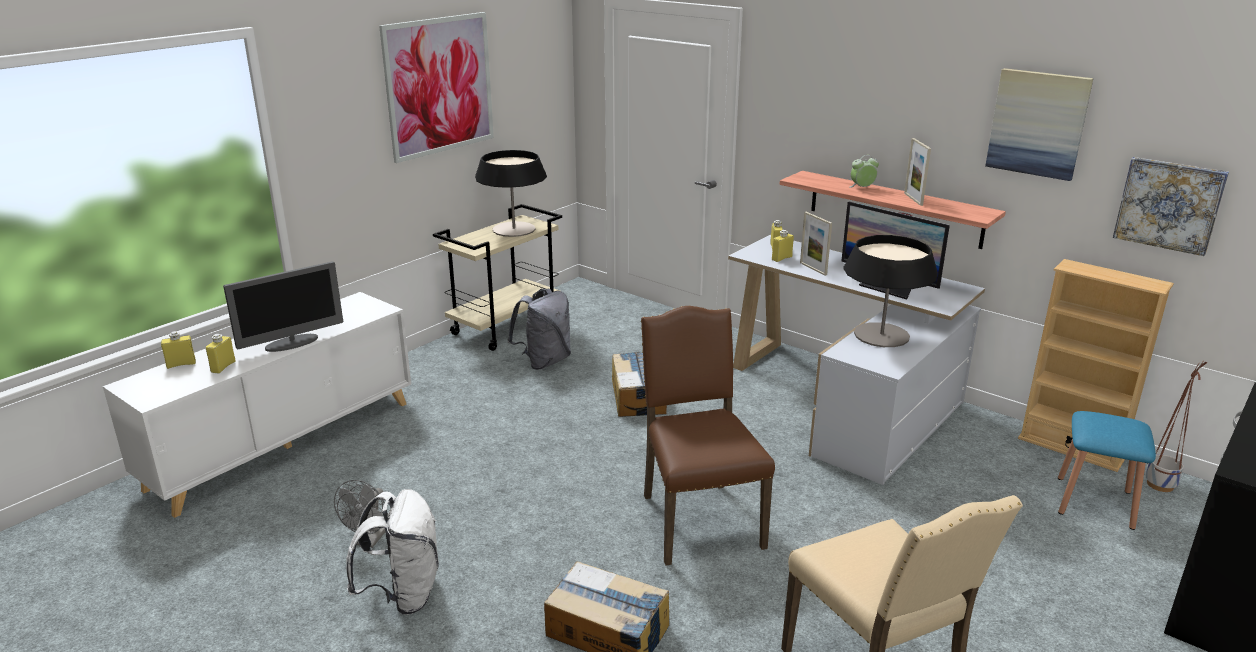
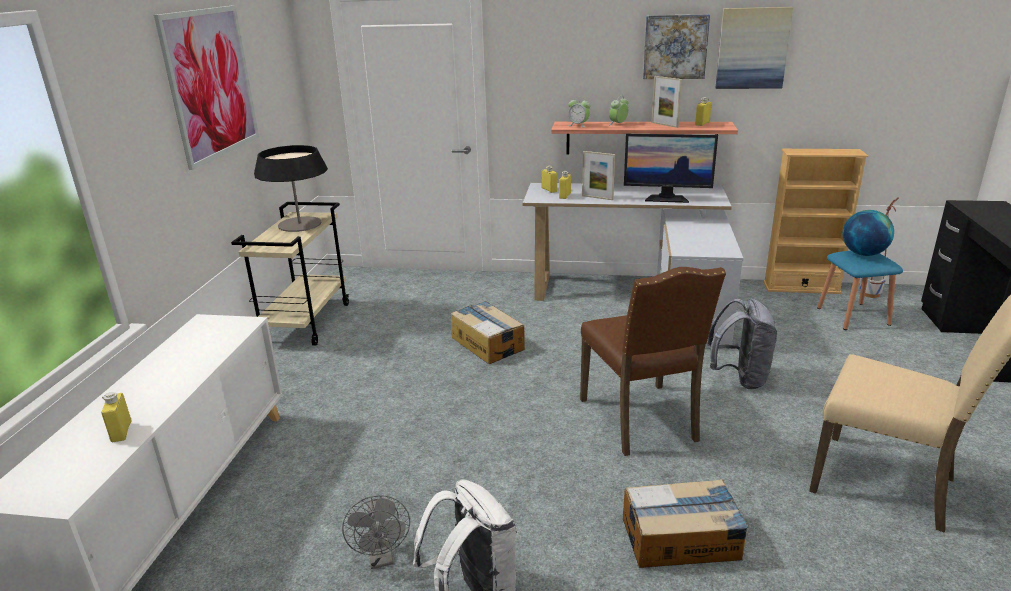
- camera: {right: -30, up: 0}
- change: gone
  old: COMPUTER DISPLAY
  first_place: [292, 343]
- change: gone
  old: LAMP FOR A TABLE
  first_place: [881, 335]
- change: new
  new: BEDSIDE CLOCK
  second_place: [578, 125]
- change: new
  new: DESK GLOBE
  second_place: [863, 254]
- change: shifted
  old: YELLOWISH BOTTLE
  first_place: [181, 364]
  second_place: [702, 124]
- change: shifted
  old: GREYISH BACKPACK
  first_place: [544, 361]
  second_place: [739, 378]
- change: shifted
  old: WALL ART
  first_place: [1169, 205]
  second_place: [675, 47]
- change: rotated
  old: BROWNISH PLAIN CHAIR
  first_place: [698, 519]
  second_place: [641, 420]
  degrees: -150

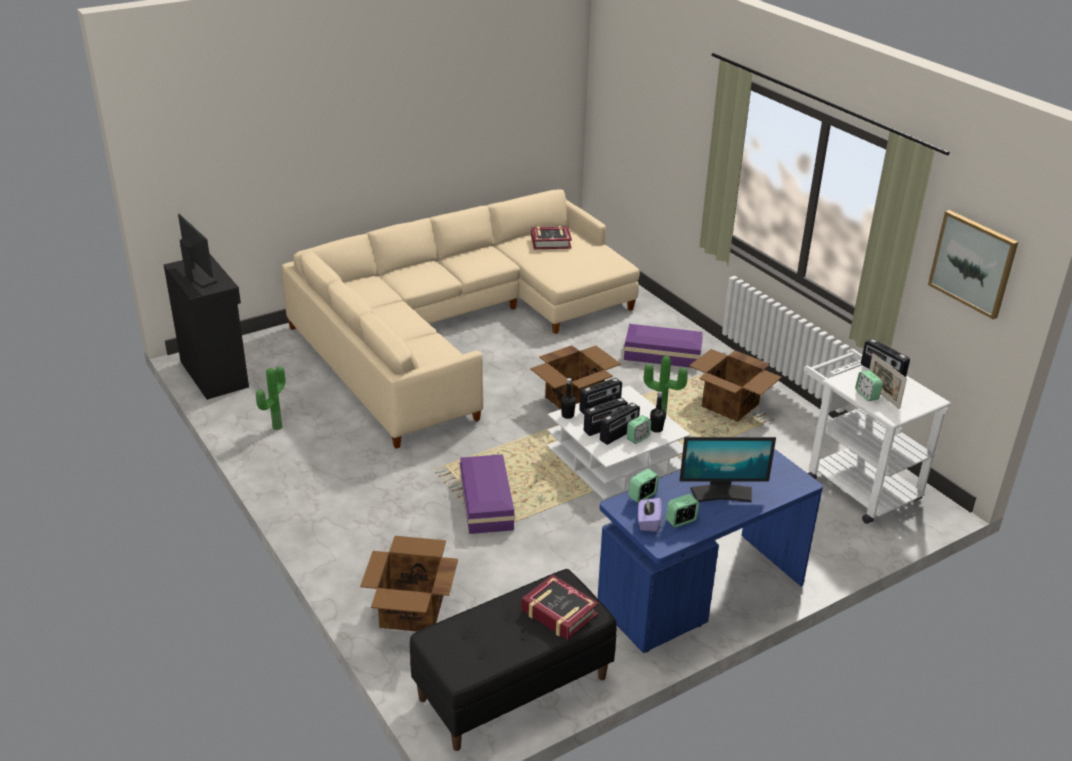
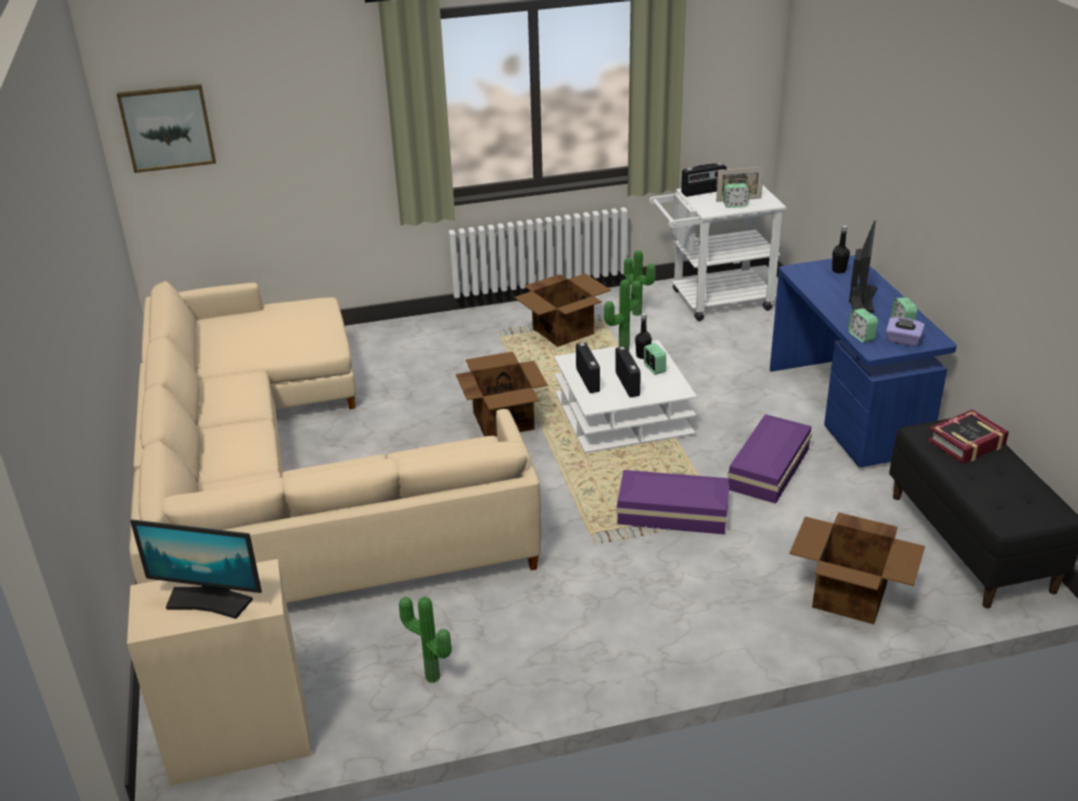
- camera: {right: -70, up: 0}
- change: gone
  old: BOOK
  first_place: [551, 242]
- change: gone
  old: RADIO RECEIVER
  first_place: [619, 434]
- change: new
  new: HOUSEPLANT
  second_place: [638, 312]
- change: shifted
  old: BLACK-COLOURED BOTTLE
  first_place: [567, 415]
  second_place: [839, 270]
- change: shifted
  old: PURPLE-COLOURED STORAGE CONTAINER
  first_place: [661, 354]
  second_place: [767, 469]
- change: shifted
  old: WALL ART
  first_place: [973, 263]
  second_place: [167, 127]
- change: repainted
  old: BLACK-COLOURED CABINET
  new: BEIGE-COLOURED CABINET
  first_place: [215, 373]
  second_place: [239, 740]
- change: rotated
  old: COMPUTER DISPLAY
  first_place: [198, 276]
  second_place: [209, 601]
  degrees: -150

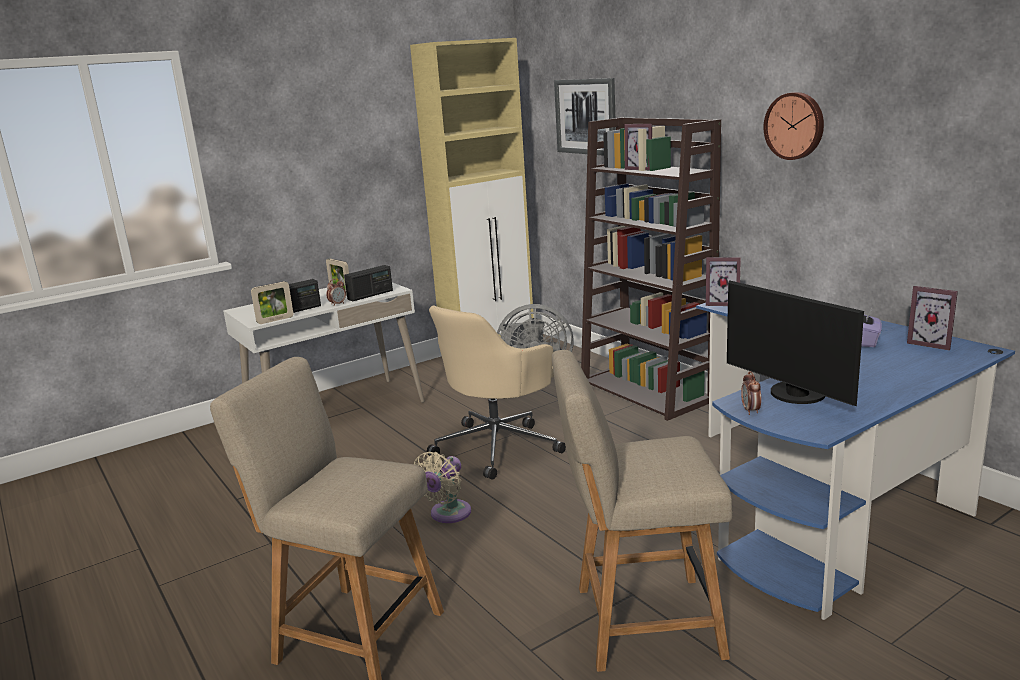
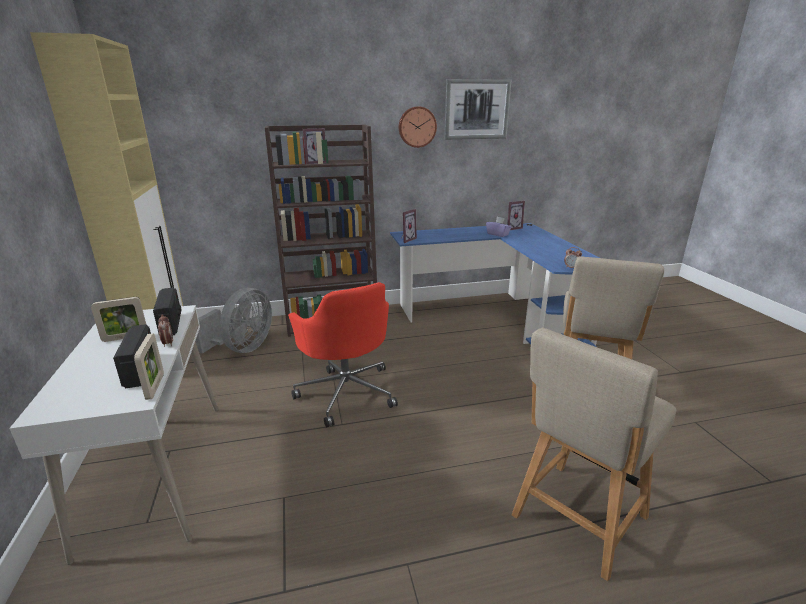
- camera: {right: -70, up: 5}
- change: gone
  old: BEIGE-COLOURED COOLING FAN
  first_place: [448, 514]
- change: gone
  old: COMPUTER DISPLAY
  first_place: [794, 395]
- change: shifted
  old: WALL ART
  first_place: [585, 116]
  second_place: [476, 109]
- change: repainted
  old: BEIGE-COLOURED COMPUTER CHAIR
  new: RED-COLOURED COMPUTER CHAIR
  first_place: [498, 446]
  second_place: [346, 391]

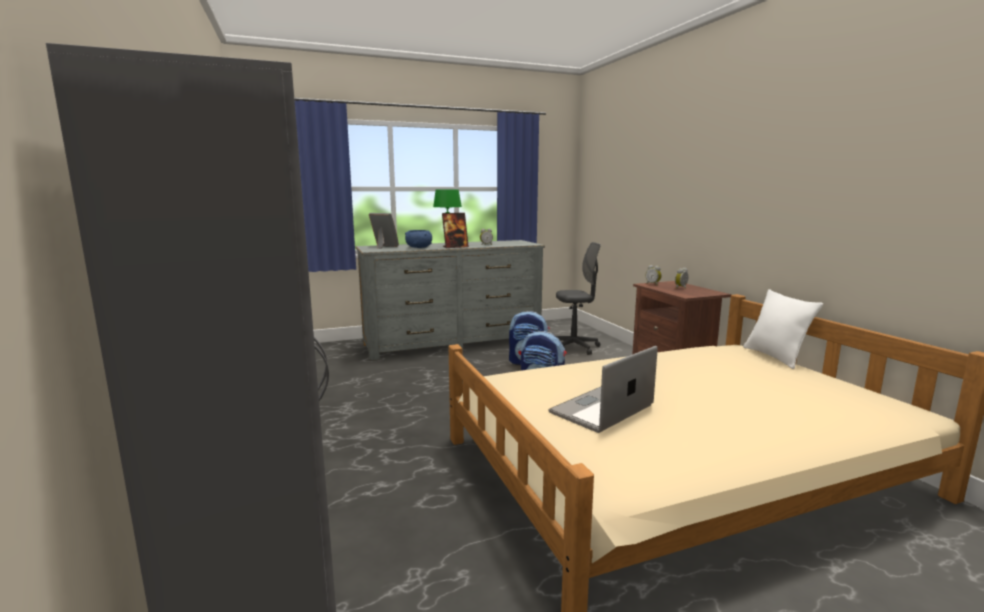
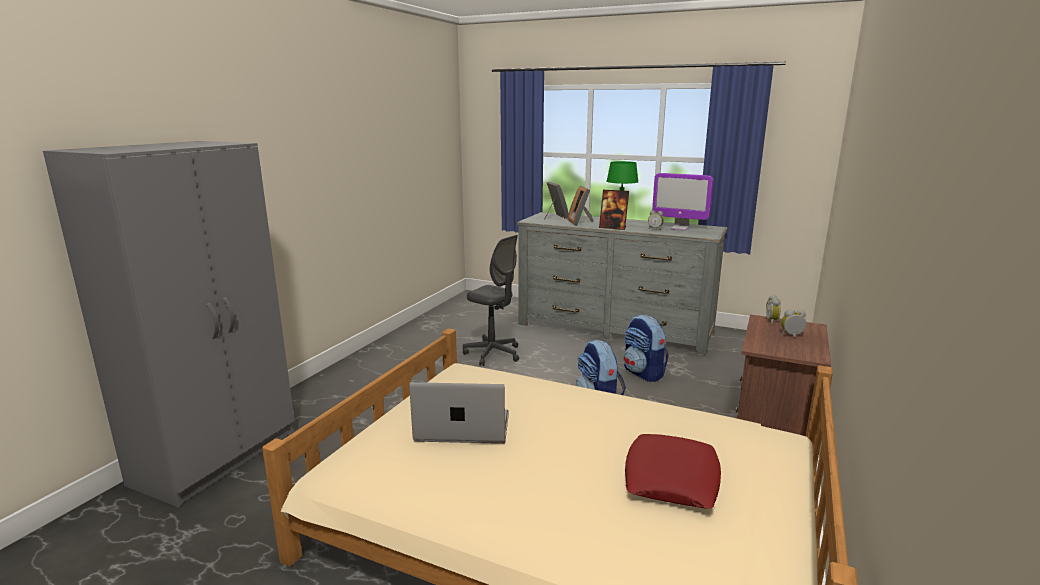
- camera: {right: 45, up: 5}
- change: gone
  old: WHITE-COLOURED THROW PILLOW
  first_place: [775, 357]
- change: new
  new: RED-COLOURED THROW PILLOW
  second_place: [671, 479]
- change: new
  new: COMPUTER DISPLAY
  second_place: [679, 228]
- change: shifted
  old: GREYISH COMPUTER CHAIR
  first_place: [574, 347]
  second_place: [493, 354]
- change: swapped
  old: BLUE-COLOURED DEEP DISH
  new: PHOTO FRAME
  first_place: [419, 247]
  second_place: [580, 222]

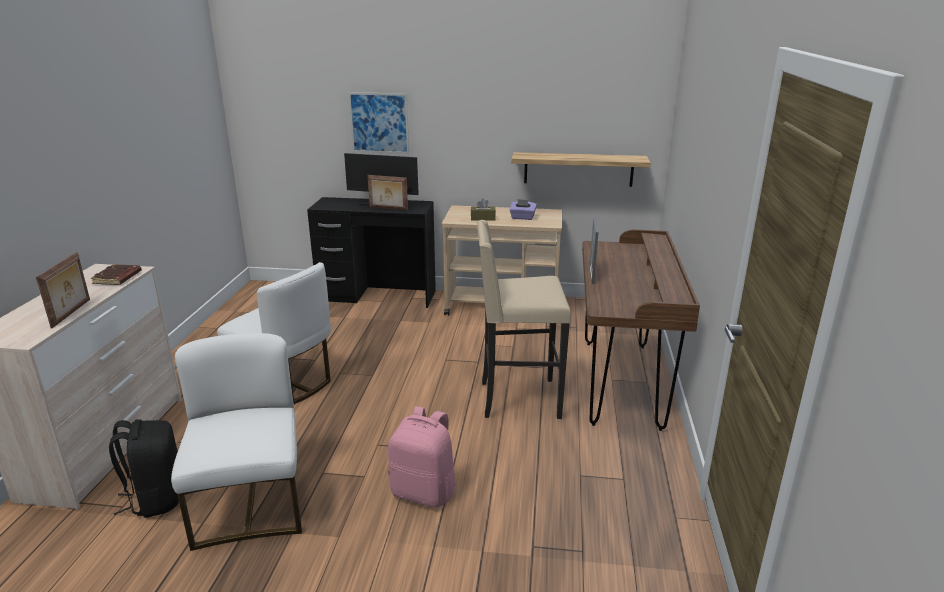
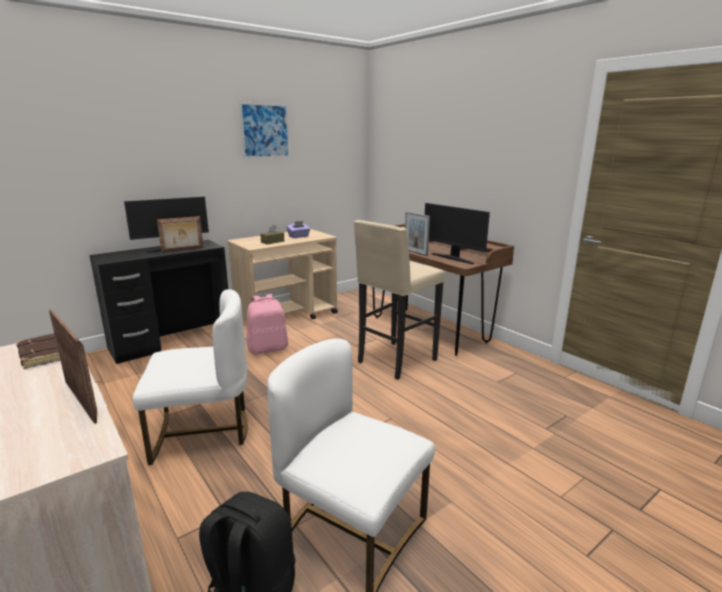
- camera: {right: -45, up: -5}
- change: gone
  old: SHELF
  first_place: [578, 169]
- change: new
  new: COMPUTER DISPLAY
  second_place: [453, 258]
- change: shifted
  old: WALL ART
  first_place: [379, 123]
  second_place: [265, 131]
- change: shifted
  old: PINK BACKPACK
  first_place: [424, 492]
  second_place: [268, 349]

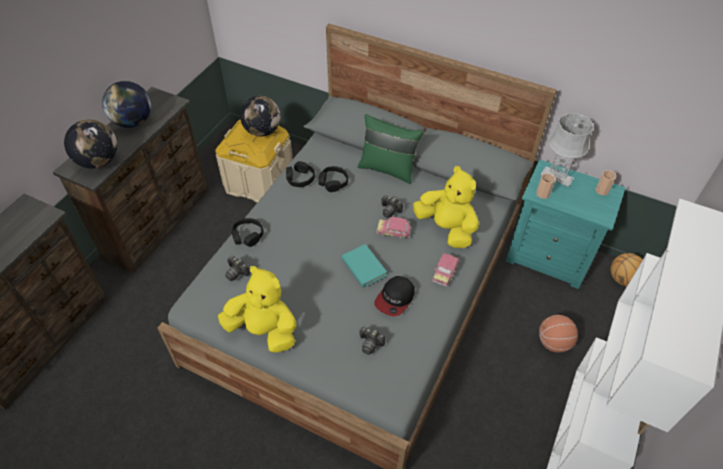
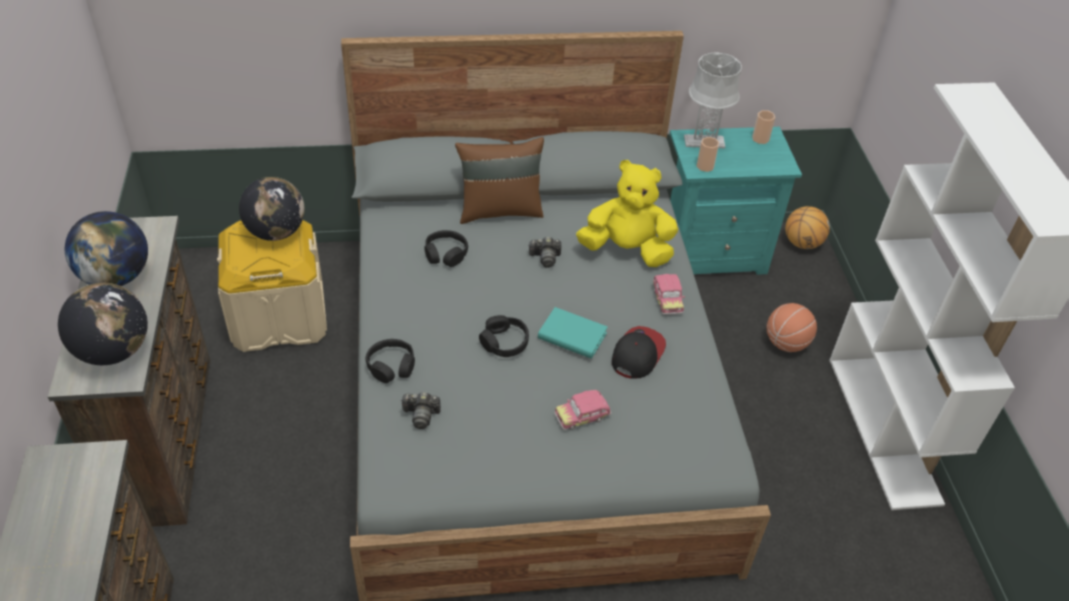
- camera: {right: -35, up: -5}
- change: gone
  old: YELLOWISH SOFT TOY
  first_place: [264, 330]
- change: gone
  old: PHOTO CAMERA
  first_place: [370, 343]
- change: shifted
  old: BLACK-COLOURED HEADPHONES
  first_place: [300, 178]
  second_place: [504, 342]
- change: shifted
  old: MINIATURE CAR
  first_place: [393, 232]
  second_place: [582, 416]
- change: repainted
  old: GREEN THROW PILLOW
  new: BROWNISH THROW PILLOW
  first_place: [388, 169]
  second_place: [500, 210]
- change: rotated
  old: PEAKED CAP
  first_place: [395, 298]
  second_place: [637, 354]
  degrees: -150

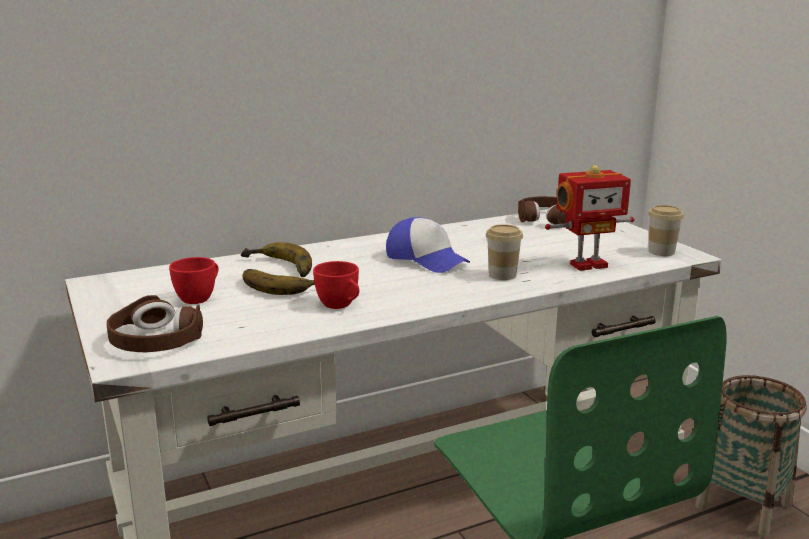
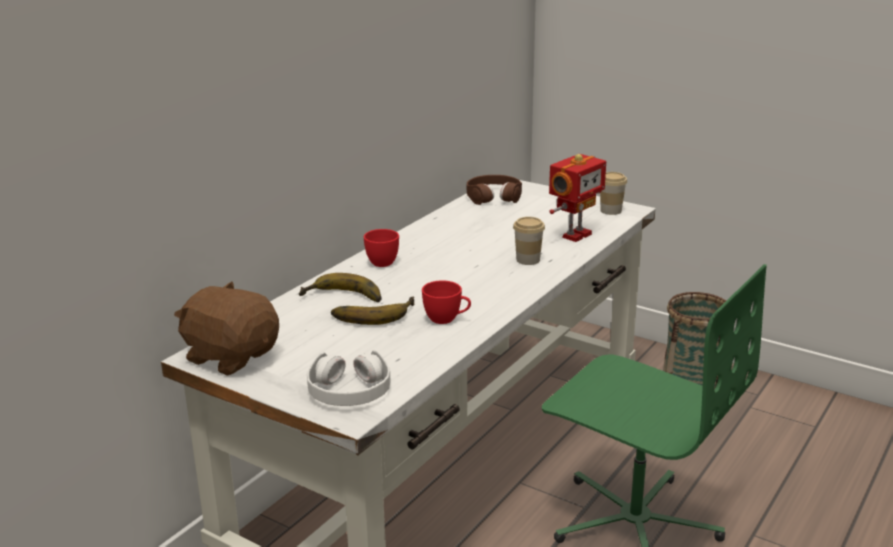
- camera: {right: -30, up: 5}
- change: gone
  old: PEAKED CAP
  first_place: [426, 259]
- change: new
  new: BROWNISH SOFT TOY
  second_place: [231, 356]
- change: shifted
  old: RED-COLOURED DRINKING CUP
  first_place: [199, 297]
  second_place: [382, 261]
- change: repainted
  old: BROWNISH HEADPHONES
  new: WHITE-COLOURED HEADPHONES
  first_place: [155, 341]
  second_place: [349, 391]

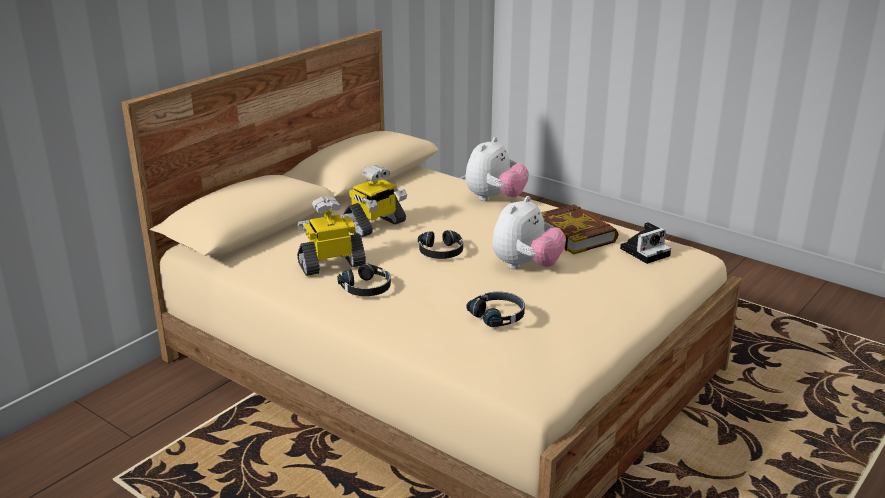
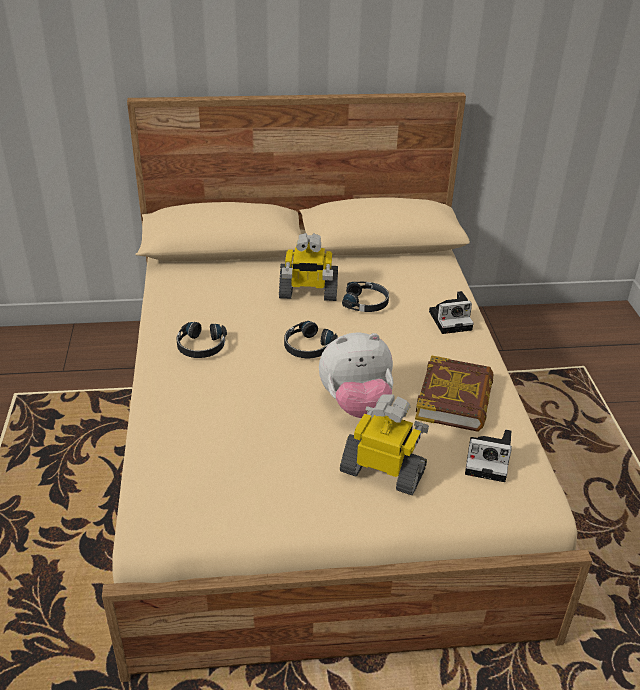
- camera: {right: 45, up: 10}
- change: shifted
  old: ROBOT FIGURE
  first_place: [331, 264]
  second_place: [384, 471]
- change: shifted
  old: BLACK-COLOURED HEADPHONES
  first_place: [498, 315]
  second_place: [366, 303]
- change: swapped
  old: SOFT TOY
  new: PHOTO CAMERA
  first_place: [495, 198]
  second_place: [451, 320]

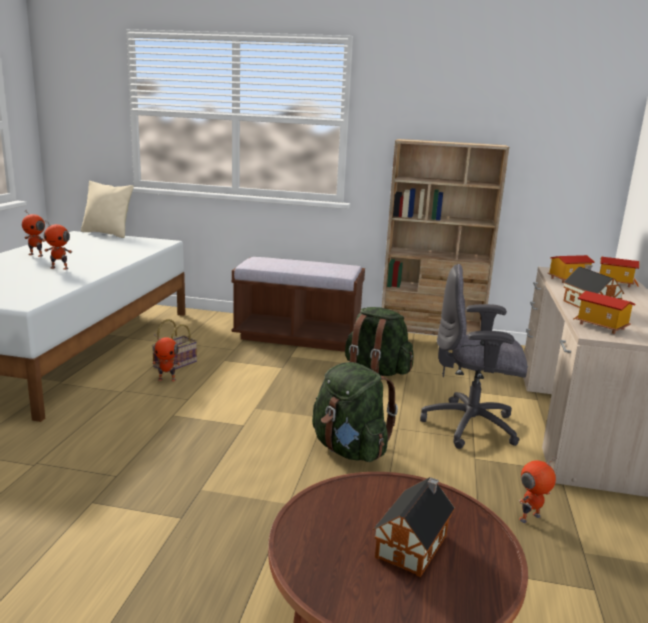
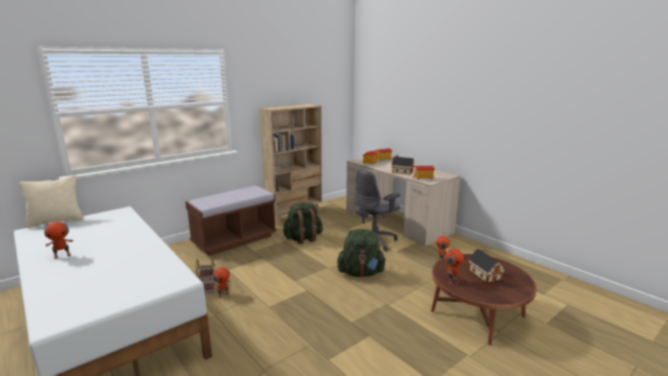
- camera: {right: -50, up: 0}
- change: shifted
  old: ROBOT FIGURE
  first_place: [60, 268]
  second_place: [451, 280]

